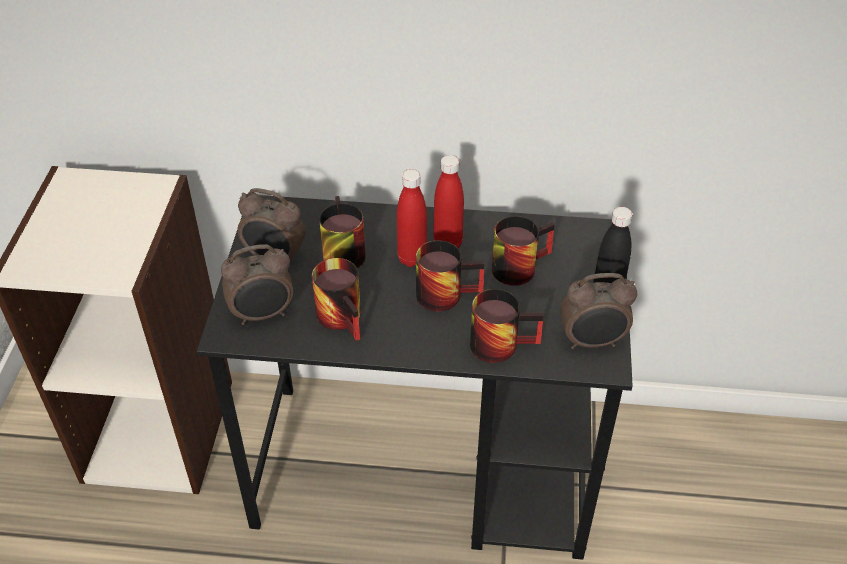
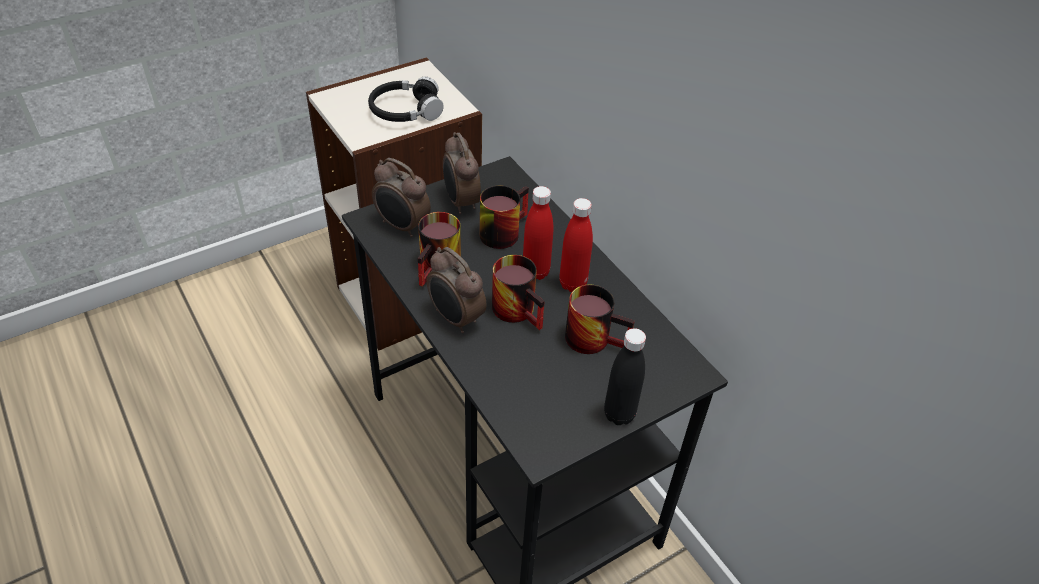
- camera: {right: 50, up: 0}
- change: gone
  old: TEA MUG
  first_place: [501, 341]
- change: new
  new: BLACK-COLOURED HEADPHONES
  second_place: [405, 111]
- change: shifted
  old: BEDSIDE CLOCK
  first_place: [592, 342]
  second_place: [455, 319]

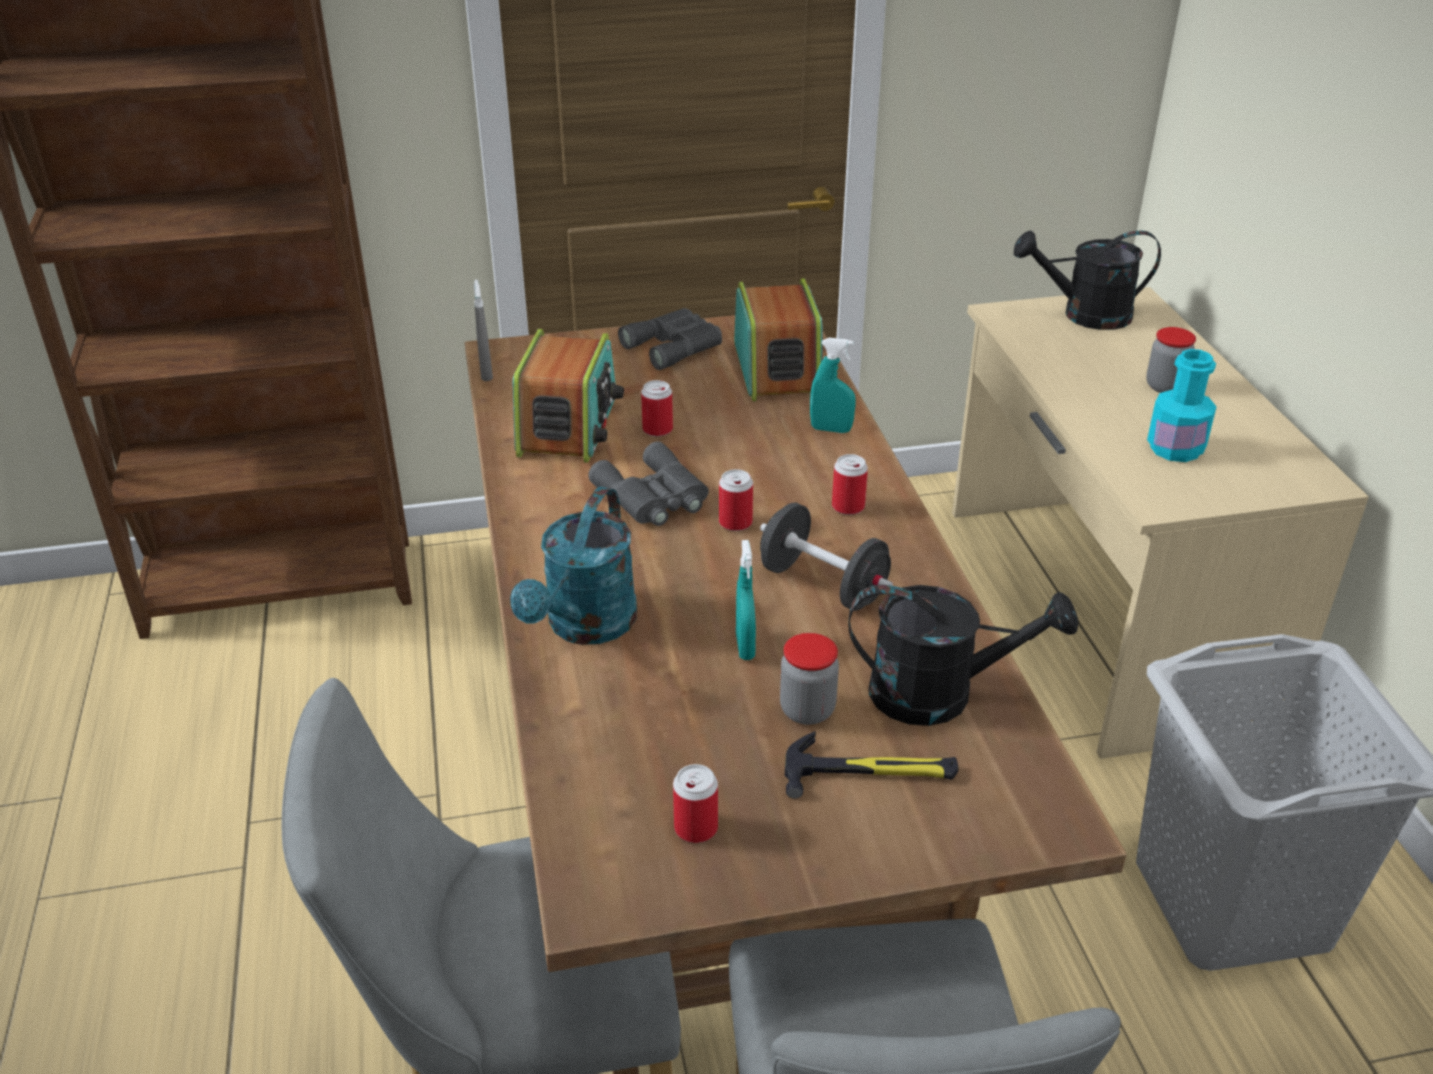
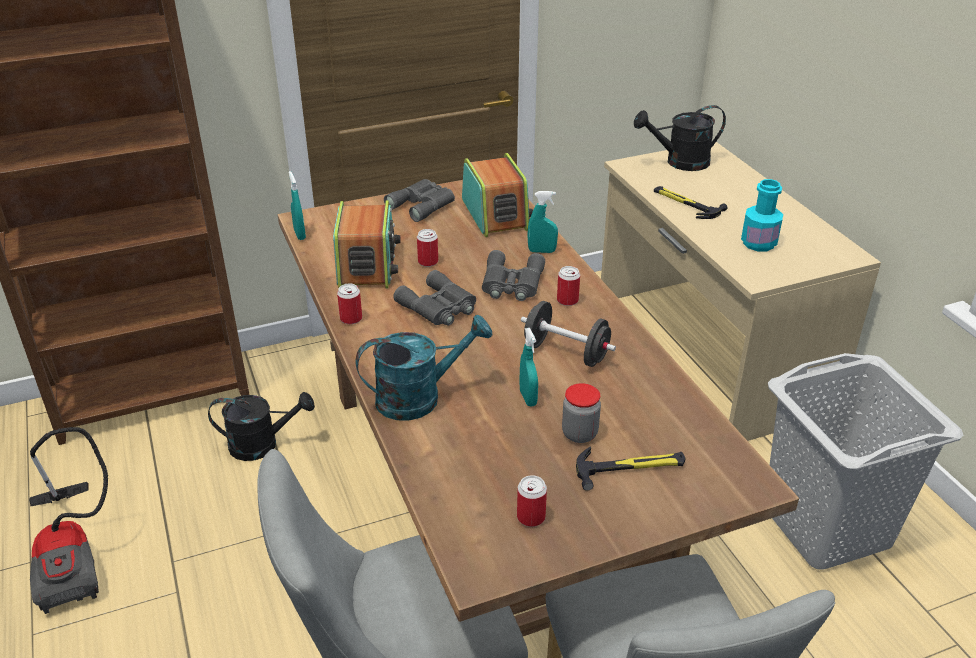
- camera: {right: -10, up: 0}
- change: gone
  old: JAR
  first_place: [1165, 386]
- change: new
  new: VACUUM
  second_place: [74, 556]
- change: new
  new: GREYISH FIELD GLASSES
  second_place: [511, 284]
- change: new
  new: TOOL HAMMER
  second_place: [685, 204]
- change: shifted
  old: CAN
  first_place: [735, 522]
  second_place: [351, 318]
- change: shifted
  old: BLACK-COLOURED WATERING POT
  first_place: [940, 693]
  second_place: [262, 444]
- change: repainted
  old: GREYISH SPRAYER
  new: BLUE-GREEN SPRAYER
  first_place: [486, 373]
  second_place: [299, 234]
- change: rotated
  old: BLUE-GREEN WATERING POT
  first_place: [585, 627]
  second_place: [419, 397]
  degrees: -120

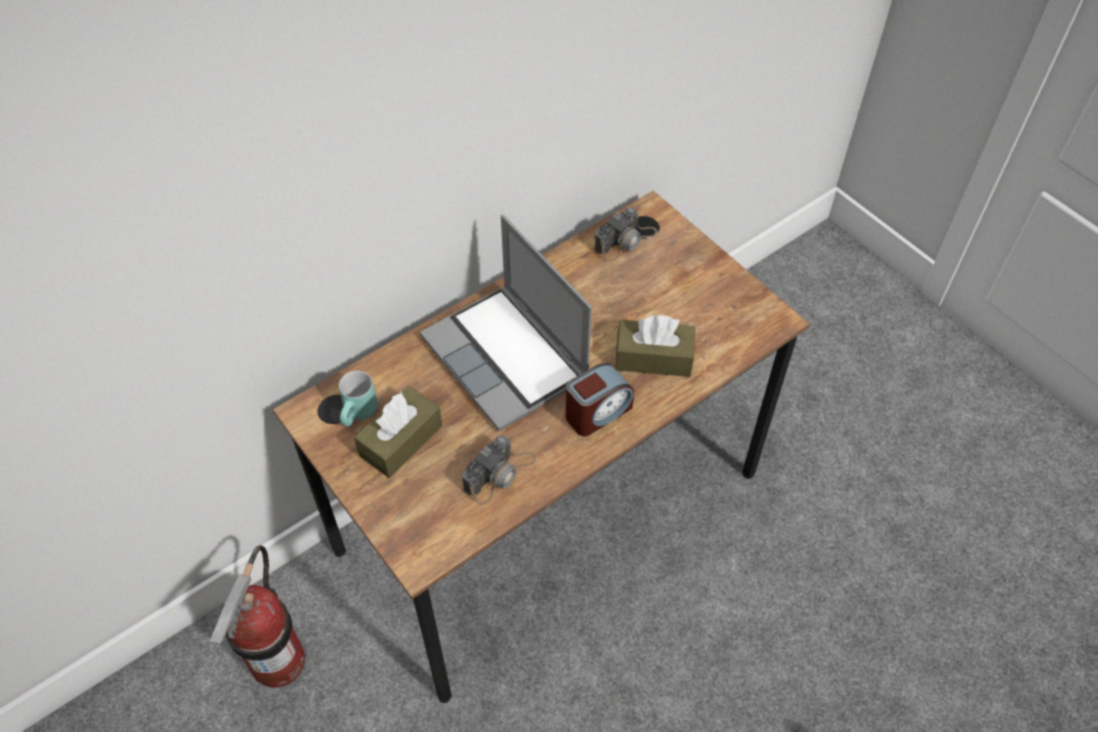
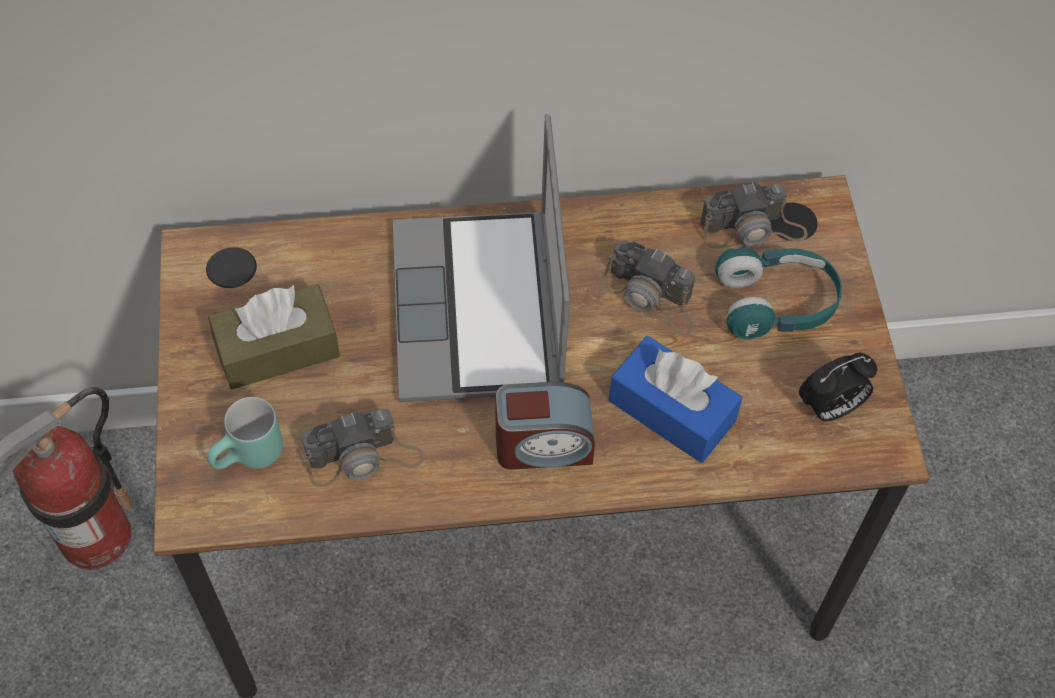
- camera: {right: 30, up: 5}
- change: new
  new: PHOTO CAMERA
  second_place: [651, 297]
- change: new
  new: BLUE-GREEN HEADPHONES
  second_place: [776, 303]
- change: new
  new: BEDSIDE CLOCK
  second_place: [829, 408]
- change: shifted
  old: BLUE-GREEN TEA MUG
  first_place: [360, 415]
  second_place: [250, 458]
- change: repainted
  old: BROWNISH BOX OF TISSUES
  new: BLUE-COLOURED BOX OF TISSUES
  first_place: [653, 358]
  second_place: [671, 411]

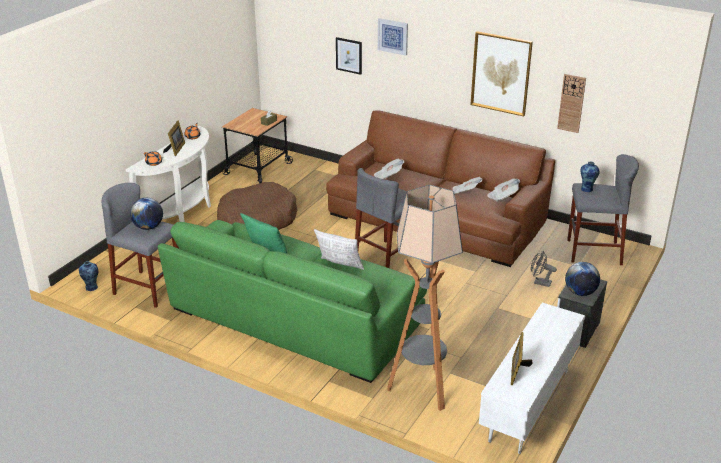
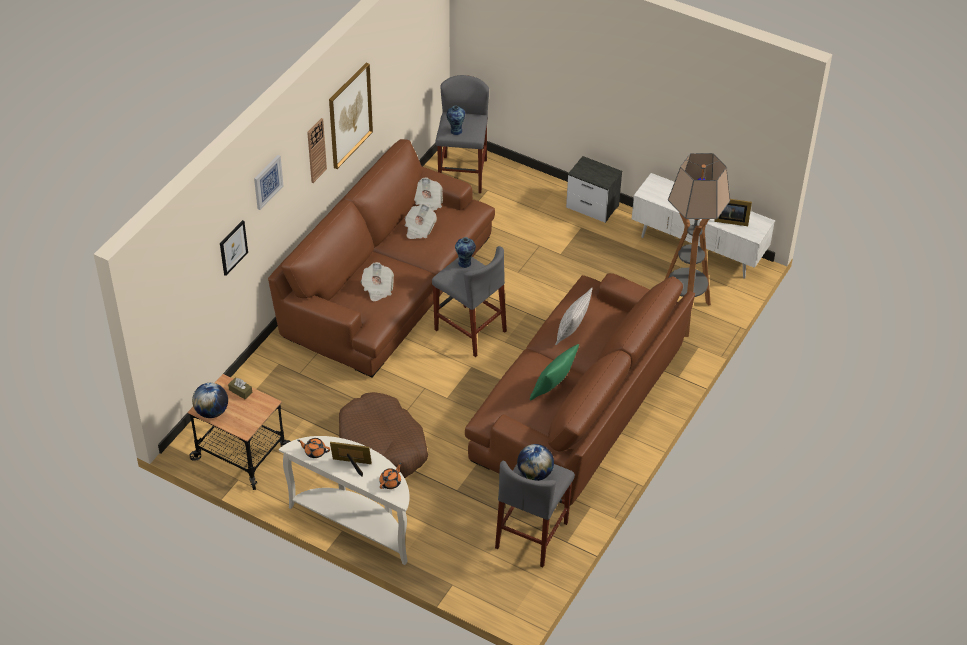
- camera: {right: -90, up: 15}
- change: gone
  old: GREYISH COOLING FAN
  first_place: [539, 282]
- change: shifted
  old: FLOWER VASE
  first_place: [91, 288]
  second_place: [465, 263]
- change: shifted
  old: CLOCK ON THE WALL
  first_place: [571, 103]
  second_place: [316, 150]
- change: shifted
  old: DESK GLOBE
  first_place: [580, 292]
  second_place: [212, 412]
- change: repainted
  old: GREEN SOFA
  new: BROWNISH SOFA
  first_place: [295, 316]
  second_place: [579, 403]

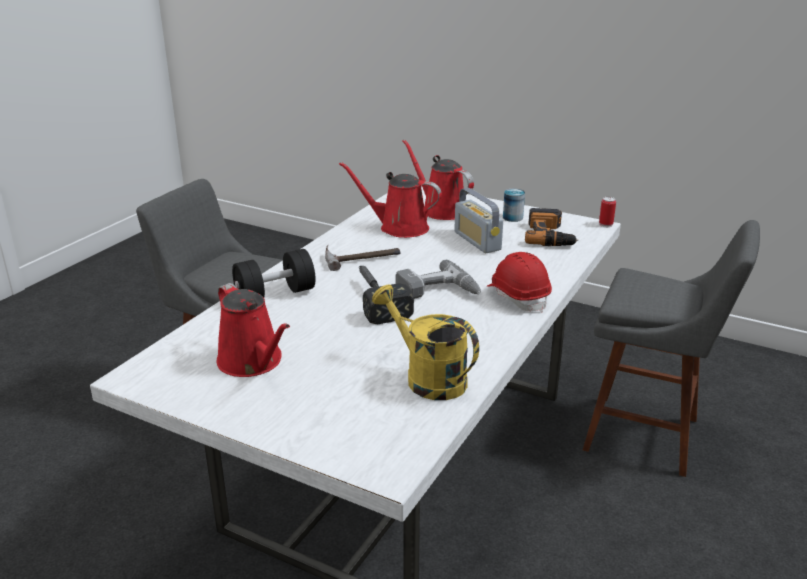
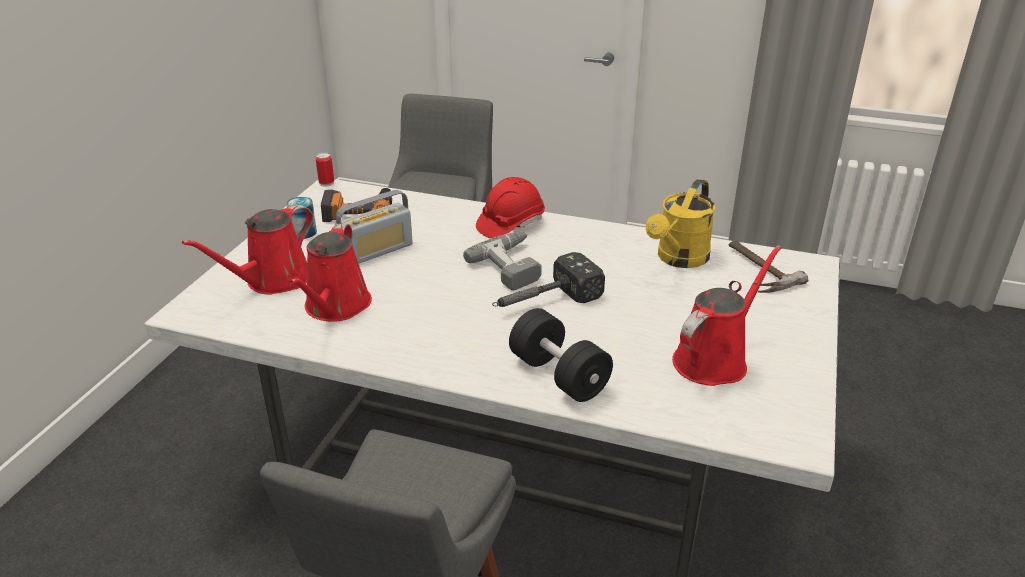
- camera: {right: -100, up: 5}
- change: shifted
  old: TOOL HAMMER
  first_place: [361, 257]
  second_place: [755, 270]

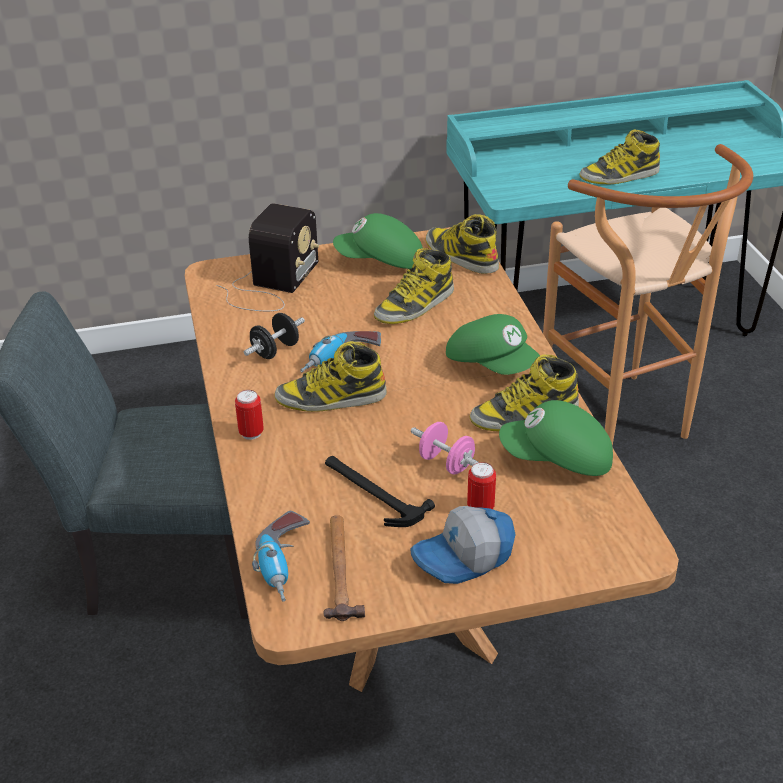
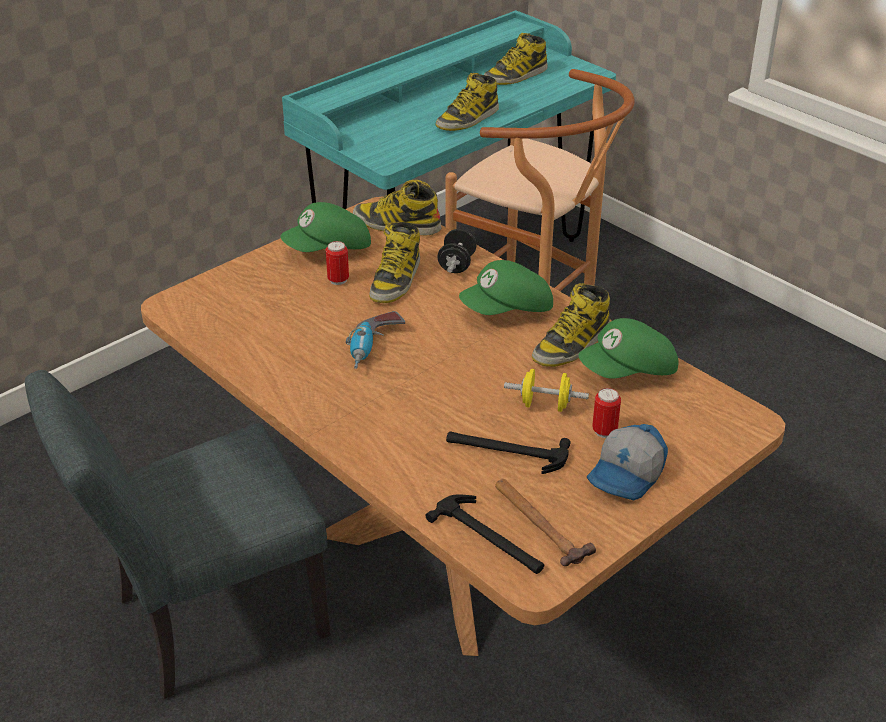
- camera: {right: -30, up: 0}
- change: gone
  old: RADIO RECEIVER
  first_place: [271, 284]
- change: shifted
  old: CAN
  first_place: [251, 433]
  second_place: [338, 280]
- change: shifted
  old: BLACK-COLOURED DUMBBELL
  first_place: [275, 350]
  second_place: [457, 265]
- change: shifted
  old: HIGH-TOP BOOT
  first_place: [331, 398]
  second_place: [515, 76]
- change: swapped
  old: ELECTRIC DRILL
  new: TOOL HAMMER
  first_place: [286, 565]
  second_place: [490, 538]
- change: repainted
  old: PINK DUMBBELL
  new: YELLOWISH DUMBBELL
  first_place: [446, 463]
  second_place: [545, 405]
- change: rotated
  old: GREEN PEAKED CAP
  first_place: [492, 364]
  second_place: [508, 310]
  degrees: 135

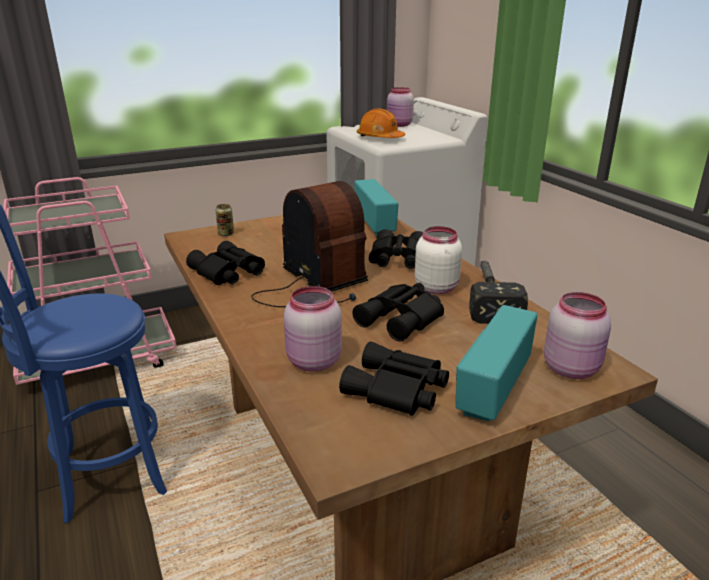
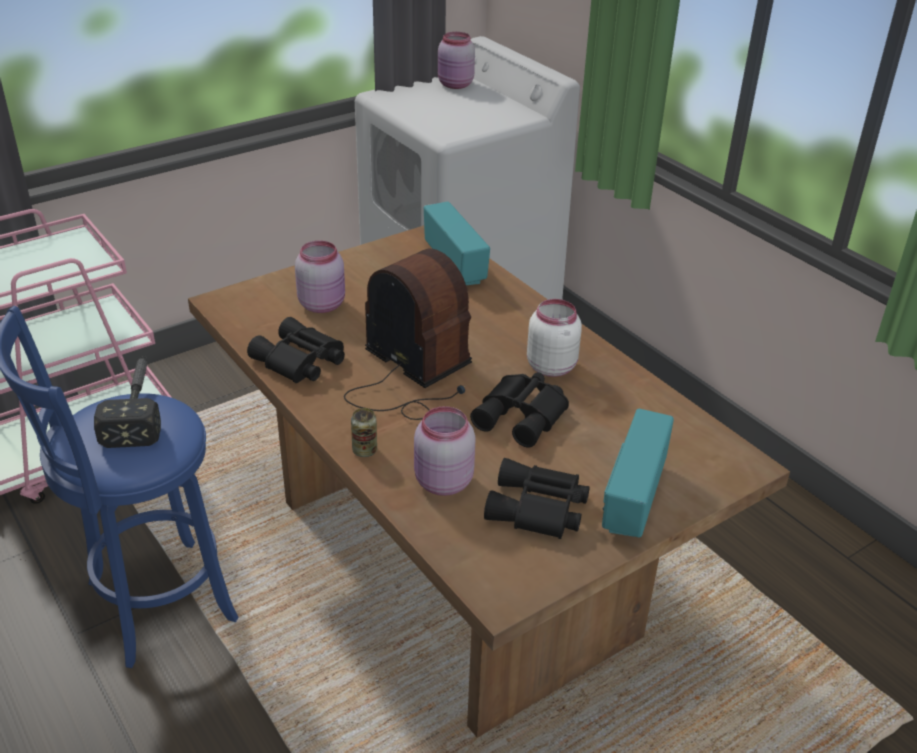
- camera: {right: -10, up: 10}
- change: gone
  old: ORANGEY WORK HELMET
  first_place: [380, 138]
- change: gone
  old: BLACK-COLOURED FIELD GLASSES
  first_place: [397, 258]
- change: shifted
  old: CAN
  first_place: [226, 234]
  second_place: [364, 450]
- change: shifted
  old: TOOL HAMMER
  first_place: [489, 297]
  second_place: [137, 407]
- change: shifted
  old: PINK JAR
  first_place: [571, 368]
  second_place: [323, 304]

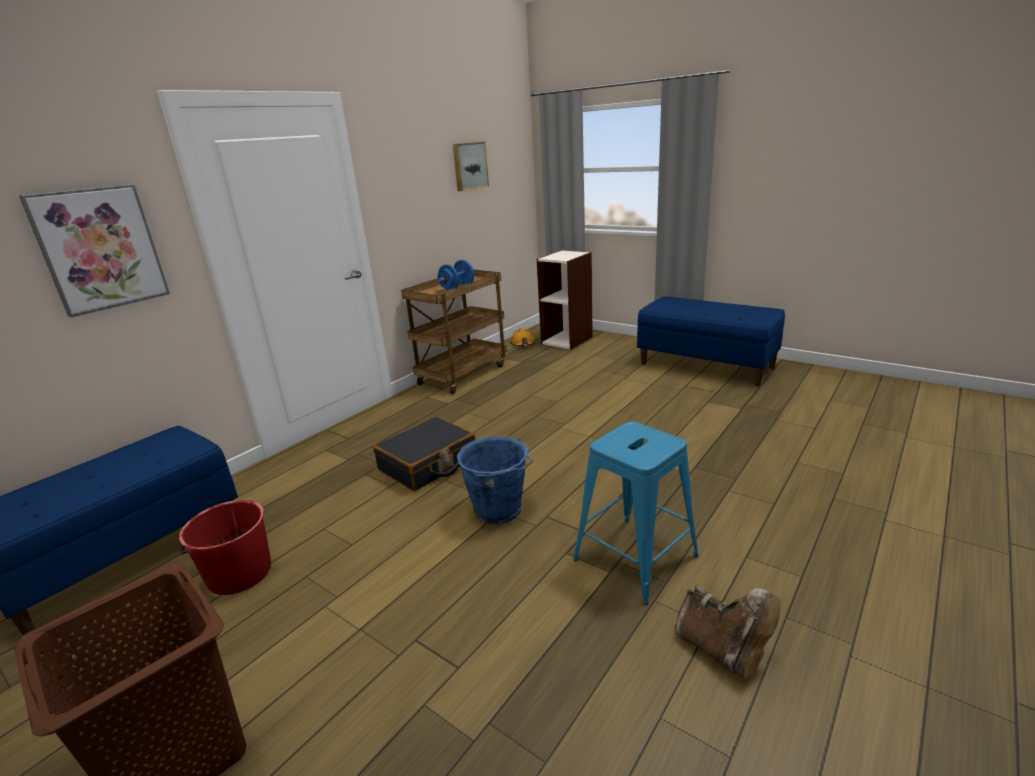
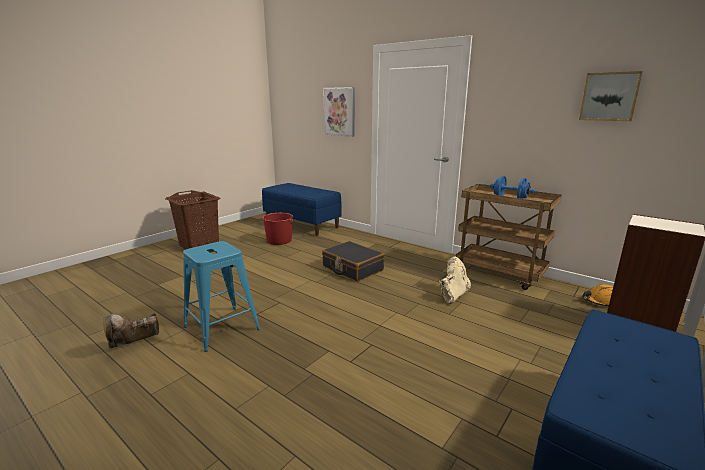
- camera: {right: 90, up: -5}
- change: gone
  old: BLUE-COLOURED PAIL
  first_place: [499, 510]
- change: new
  new: BEIGE-COLOURED HIGH-TOP BOOT
  second_place: [453, 295]

